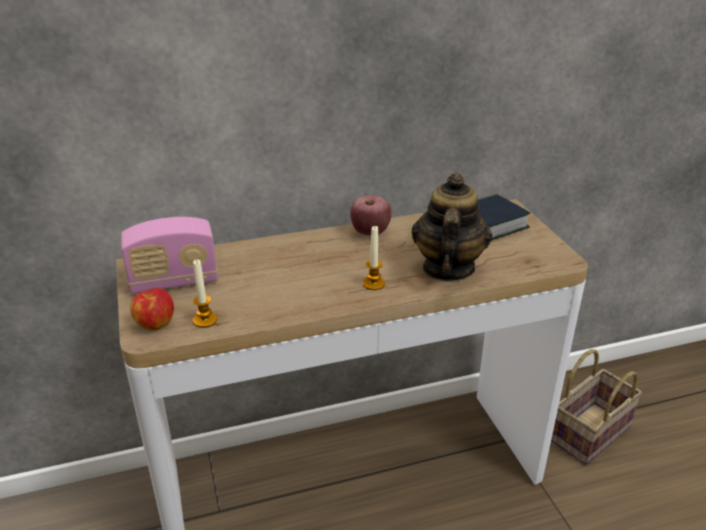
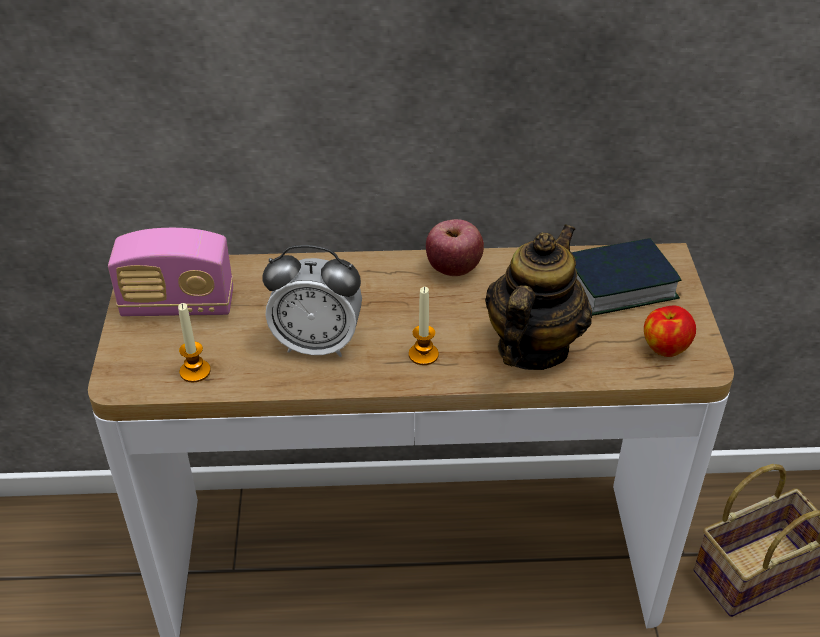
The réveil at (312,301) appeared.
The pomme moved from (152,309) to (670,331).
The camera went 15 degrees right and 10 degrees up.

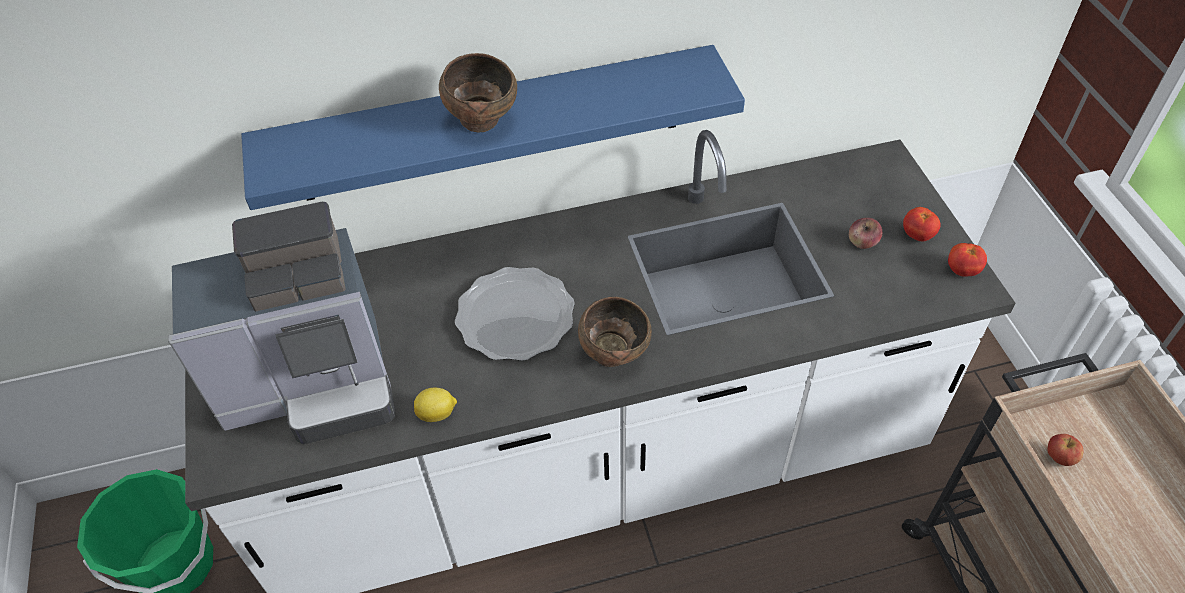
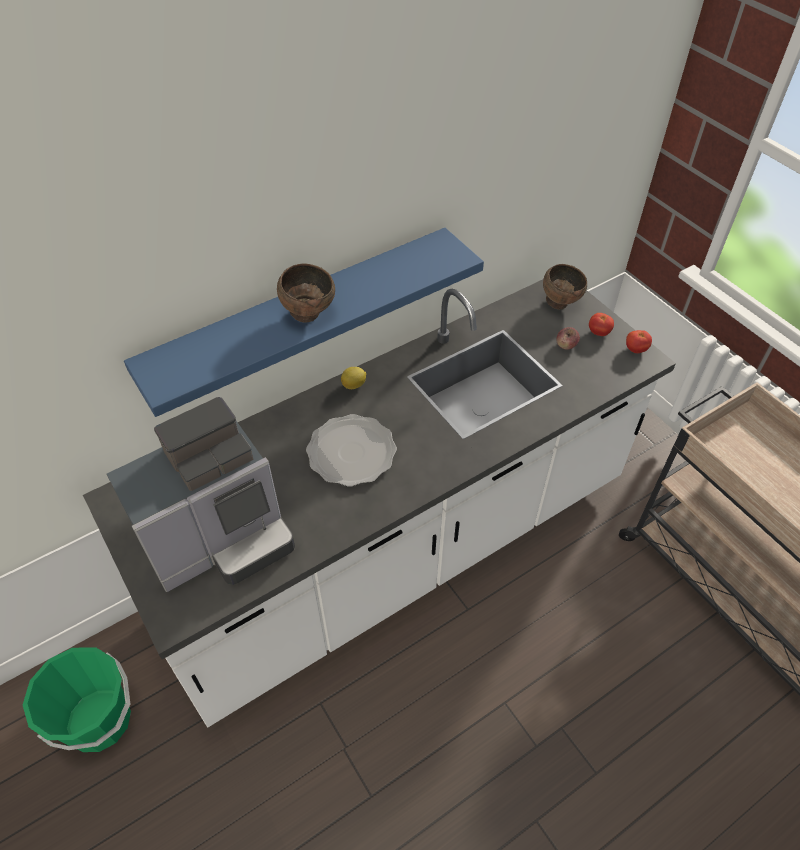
The citron moved from (435,405) to (353,378).
The bol (marron) moved from (615,332) to (565,287).
The pomme at (1065,450) disappeared.
The camera went 20 degrees left and 0 degrees up.

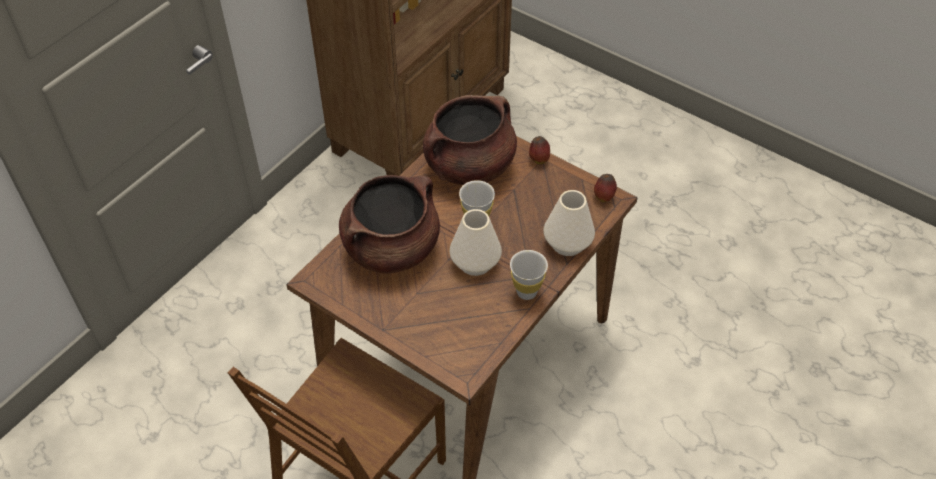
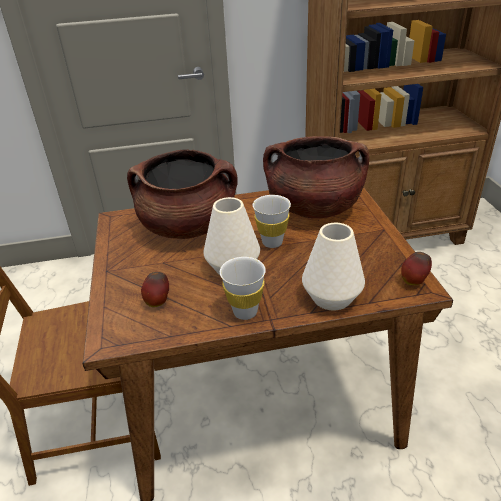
The pomme moved from (539,150) to (155,289).
The camera went 45 degrees right and 15 degrees down.

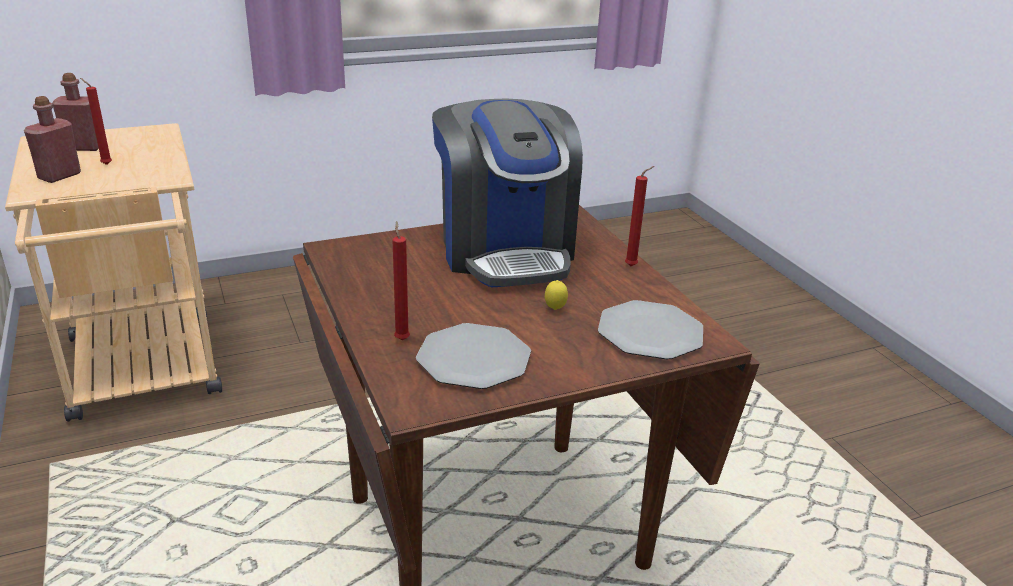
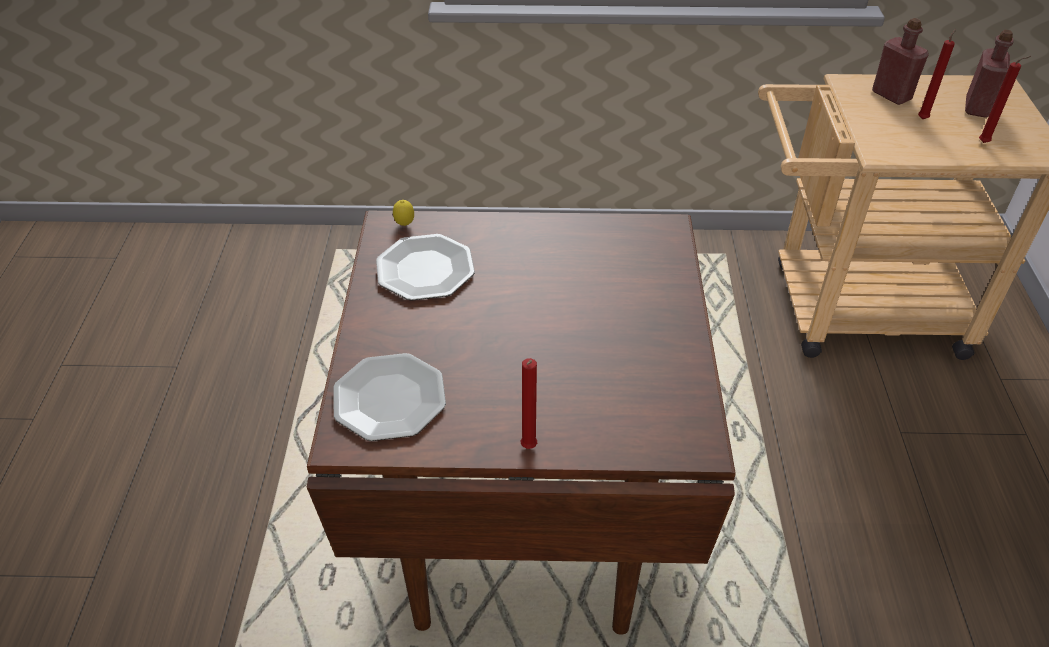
The citron moved from (556,295) to (403,213).
The bougie (rouge) moved from (401,280) to (1005,99).
The machine à café at (507,193) disappeared.
The camera went 115 degrees right and 15 degrees up.

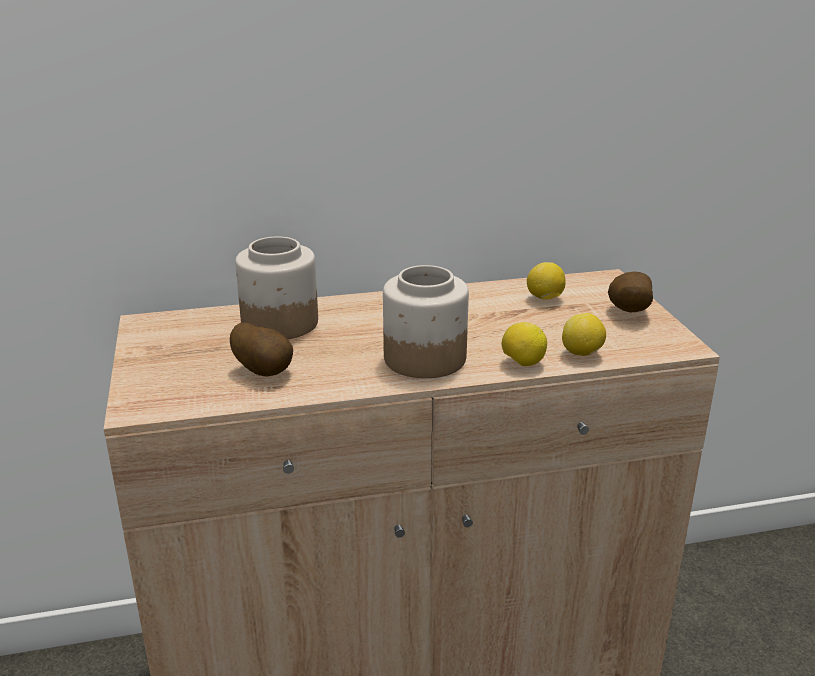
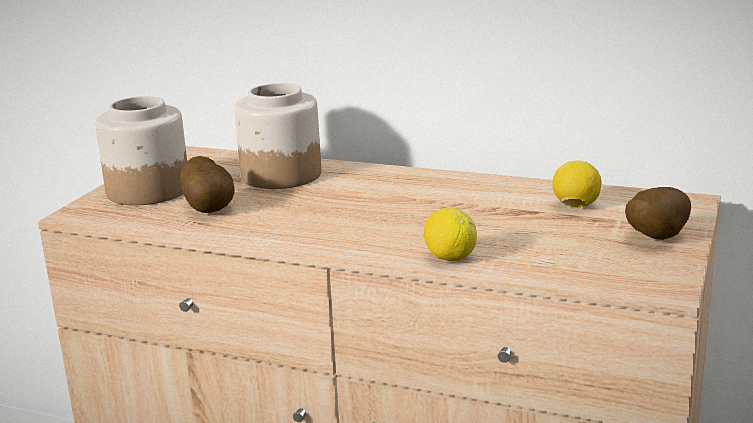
The bocal moved from (426,321) to (141,150).
The citron at (584,334) disappeared.
The camera went 35 degrees right and 5 degrees down.

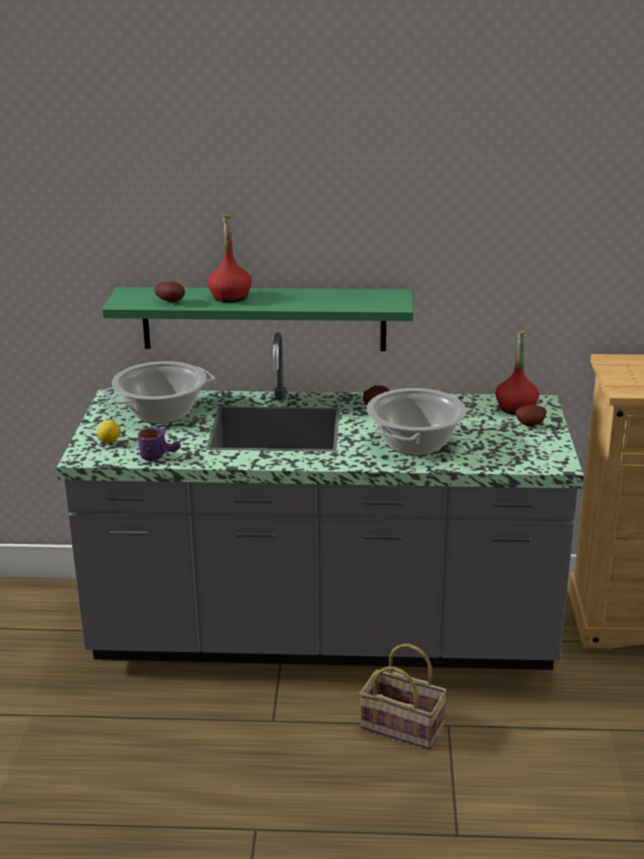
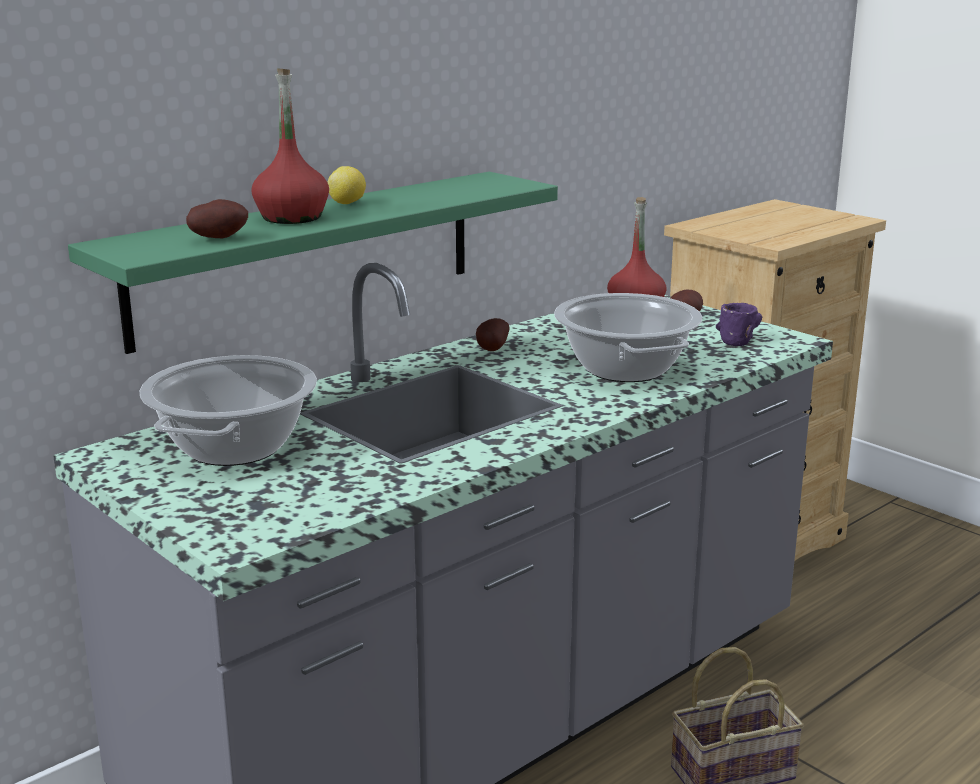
The citron moved from (109,431) to (346,185).
The mug (violet) moved from (159,444) to (739,324).
The camera went 45 degrees left and 5 degrees down.

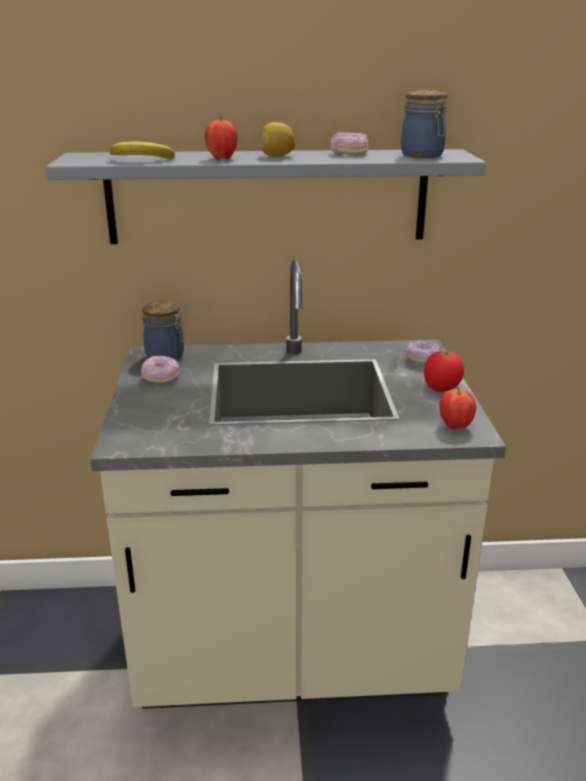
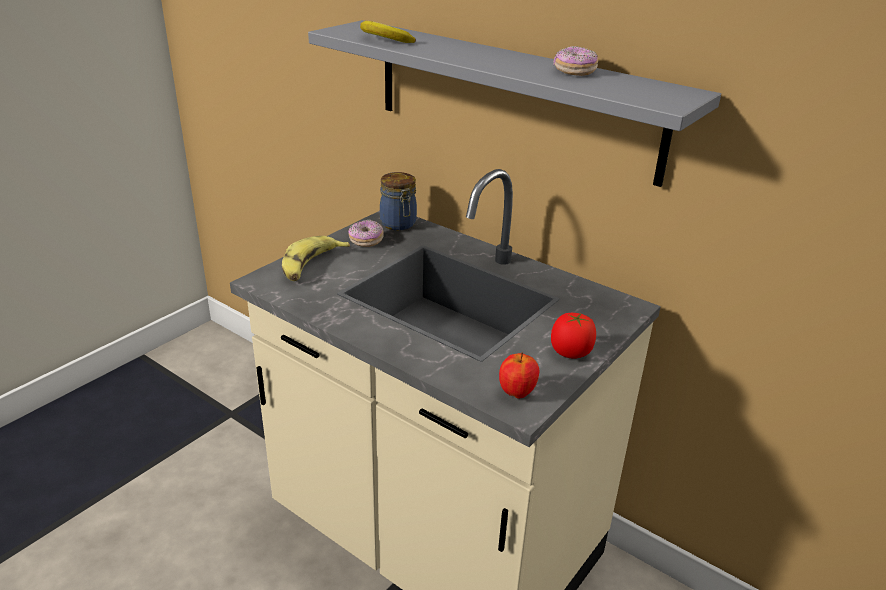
The banane at (316,258) appeared.
The pomme at (221,138) disappeared.
The citron at (277,139) disappeared.
The bocal at (424,124) disappeared.
The beignet at (423,352) disappeared.
The camera went 40 degrees right and 5 degrees up.

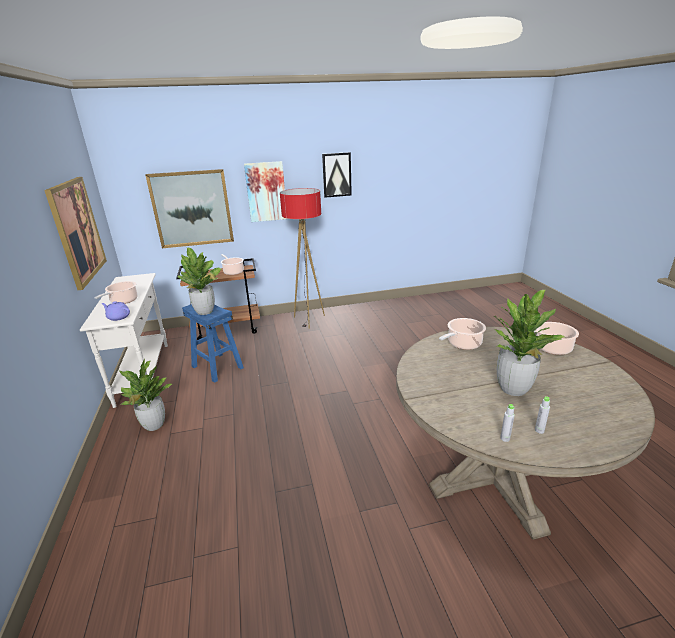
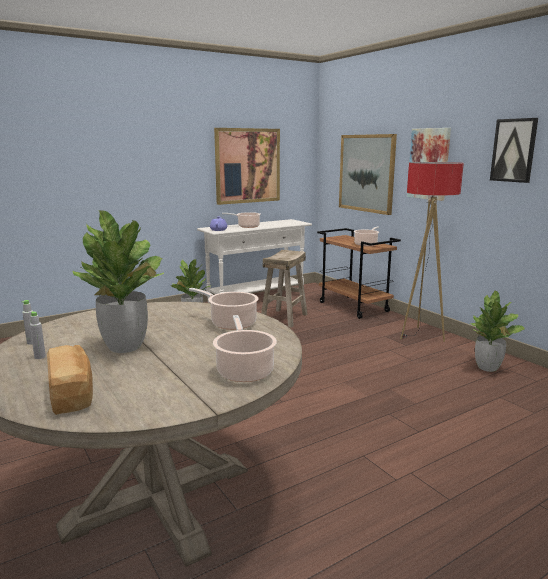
The pain at (70,380) appeared.
The tabouret (bleu) at (213,343) became the tabouret (beige) at (284,289).
The plante en pot moved from (199,281) to (497,331).
The camera went 70 degrees right and 10 degrees down.

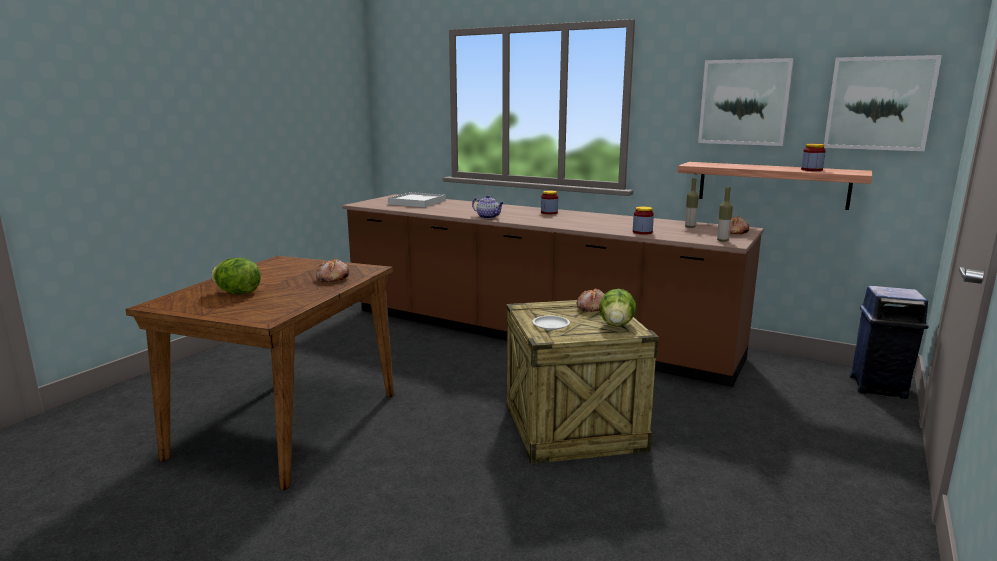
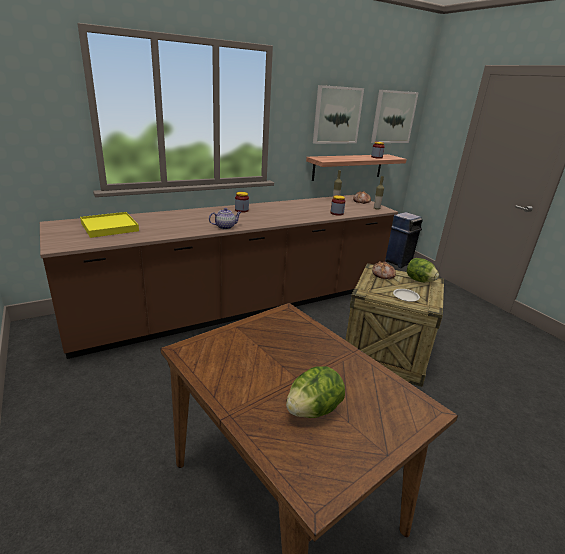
The plateau (blanc) at (417,199) became the plateau (jaune) at (109,225).
The pain at (332,270) disappeared.
The camera went 60 degrees left and 10 degrees up.

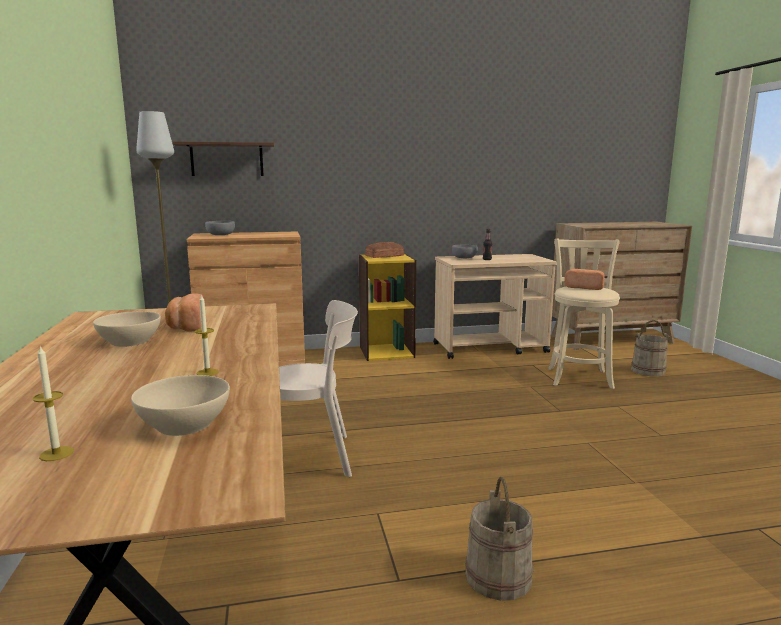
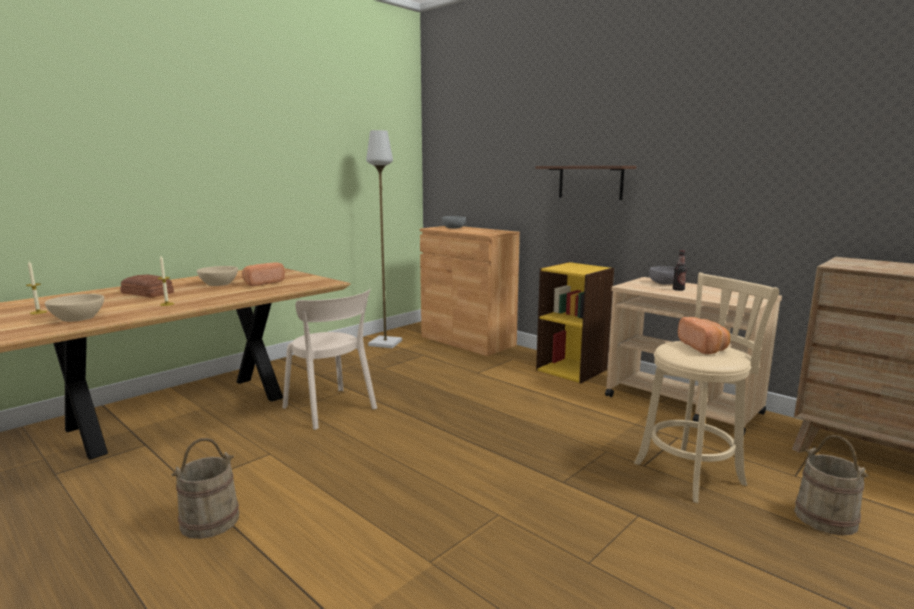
The pain moved from (384,250) to (147,286).
The étagère moved from (223,158) to (585,183).
The camera went 55 degrees right and 0 degrees up.

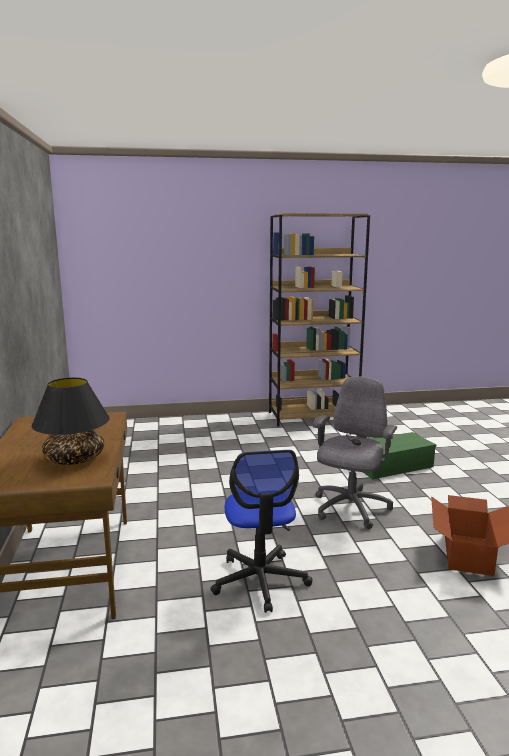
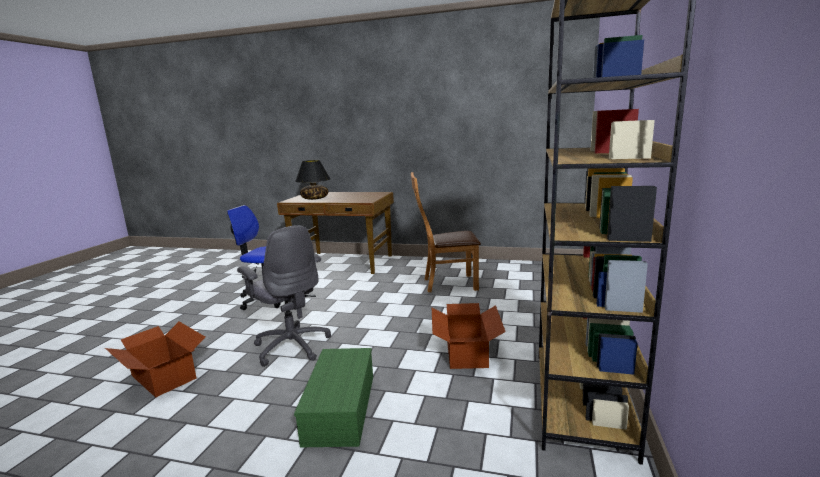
The chaise (marron) at (446,232) appeared.
The carton at (469,336) appeared.
The camera went 115 degrees right and 0 degrees up.

